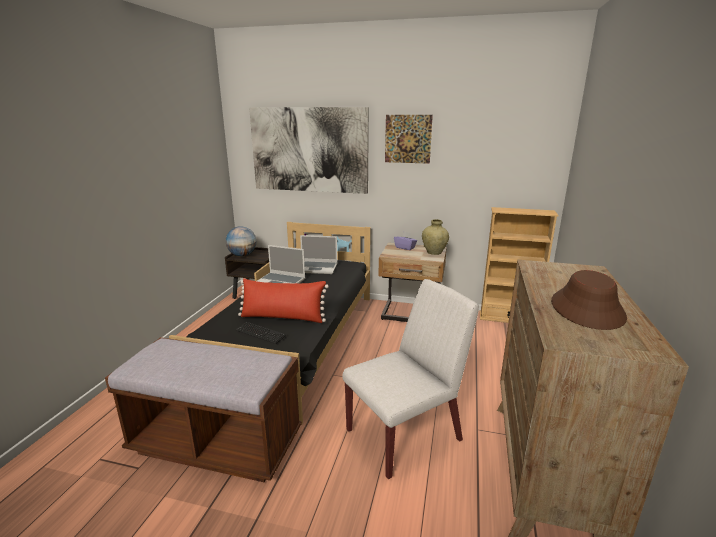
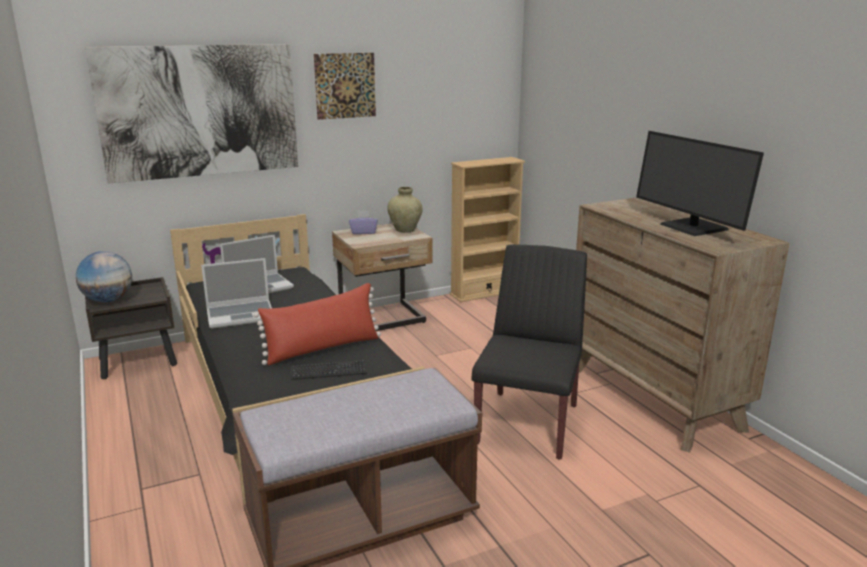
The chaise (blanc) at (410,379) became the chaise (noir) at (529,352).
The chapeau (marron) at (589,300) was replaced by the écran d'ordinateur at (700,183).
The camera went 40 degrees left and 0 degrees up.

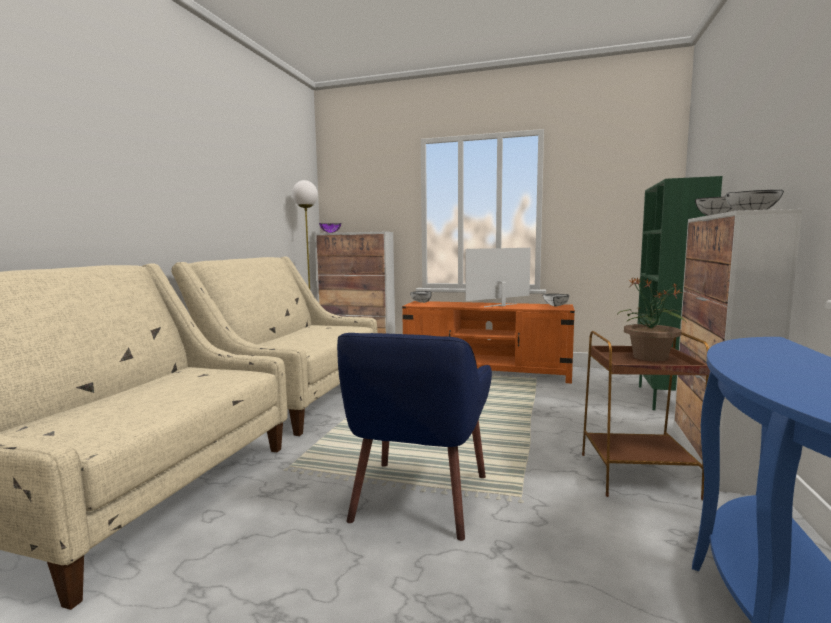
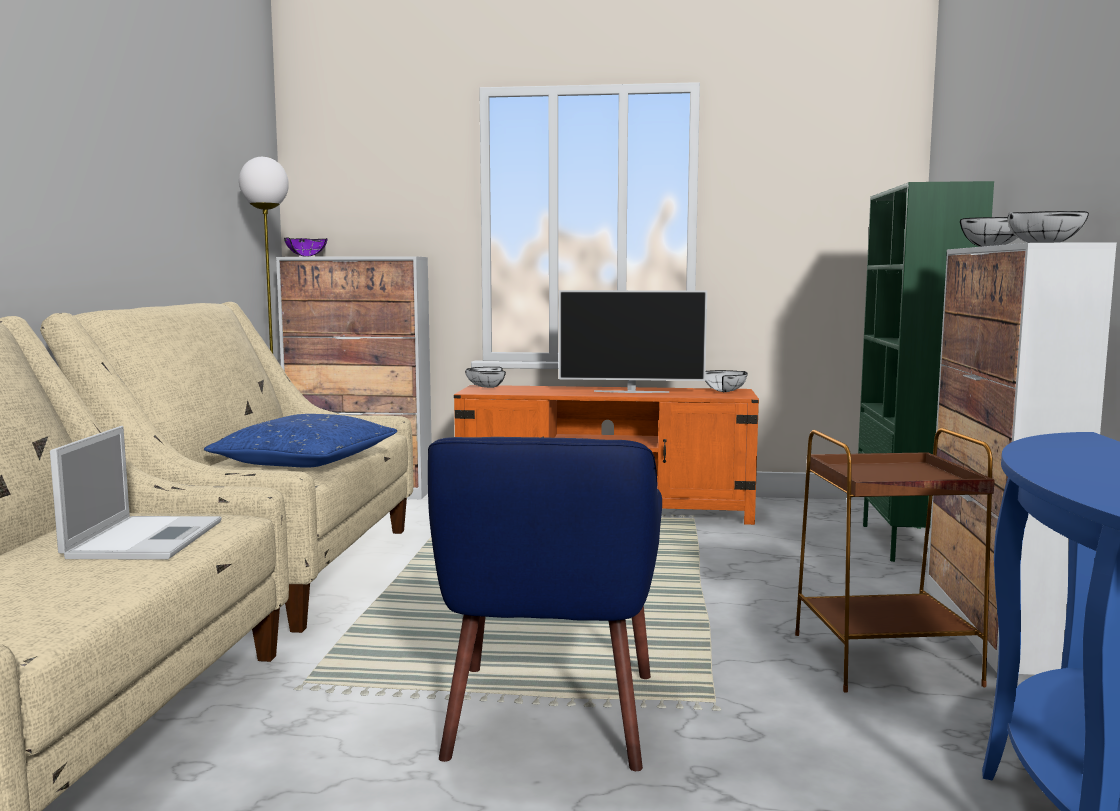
The ordinateur portable at (136,492) appeared.
The coussin (bleu) at (300,441) appeared.
The téléviseur at (498,277) turned 135 degrees counterclockwise.
The plante en pot at (652,319) disappeared.
The camera went 10 degrees left and 0 degrees up.

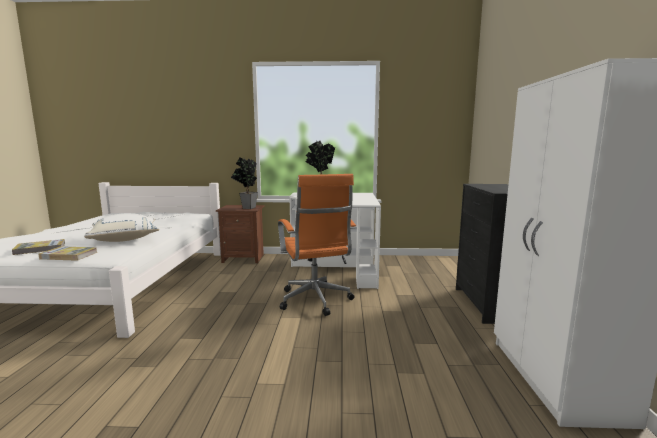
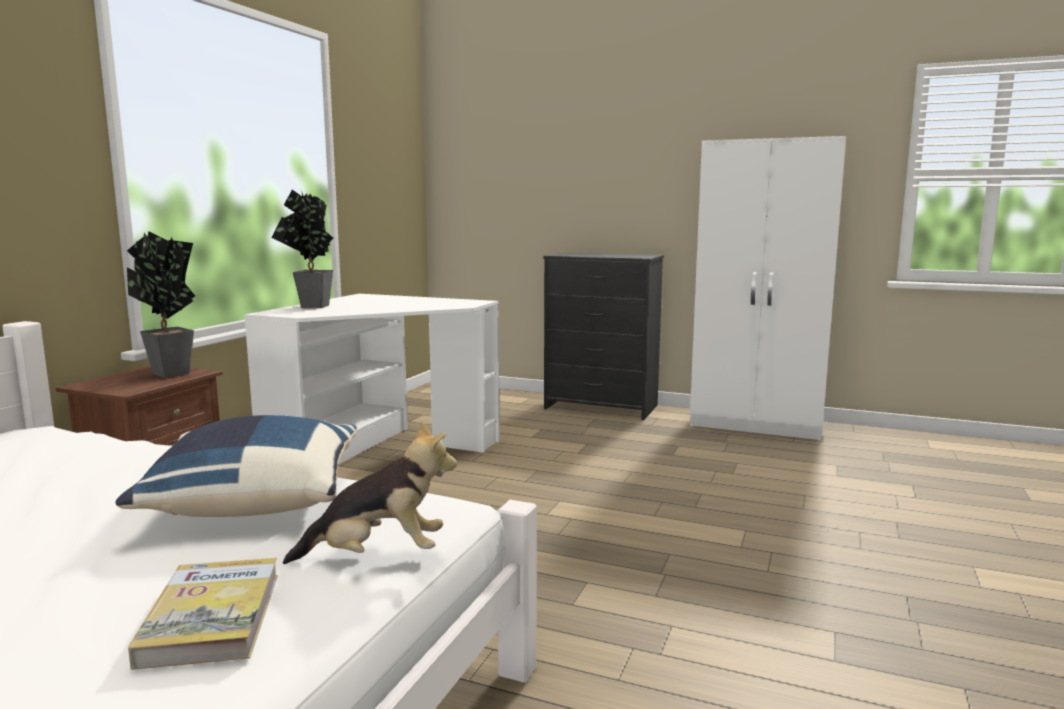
The coussin (blanc) at (122,227) became the coussin (bleu) at (236,466).
The livre at (67,253) was replaced by the peluche at (370,492).
The chaise de bureau (orange) at (317,245) disappeared.
The camera went 70 degrees left and 0 degrees up.

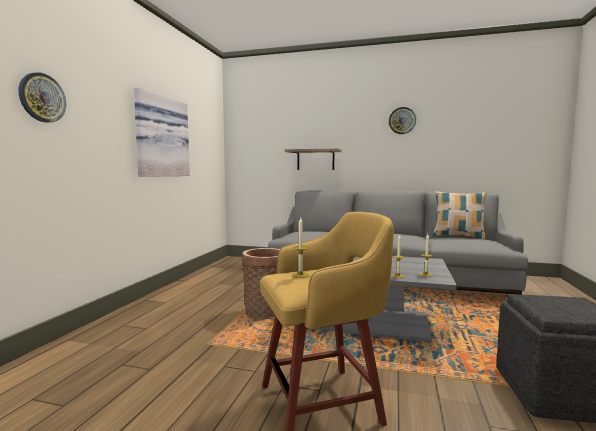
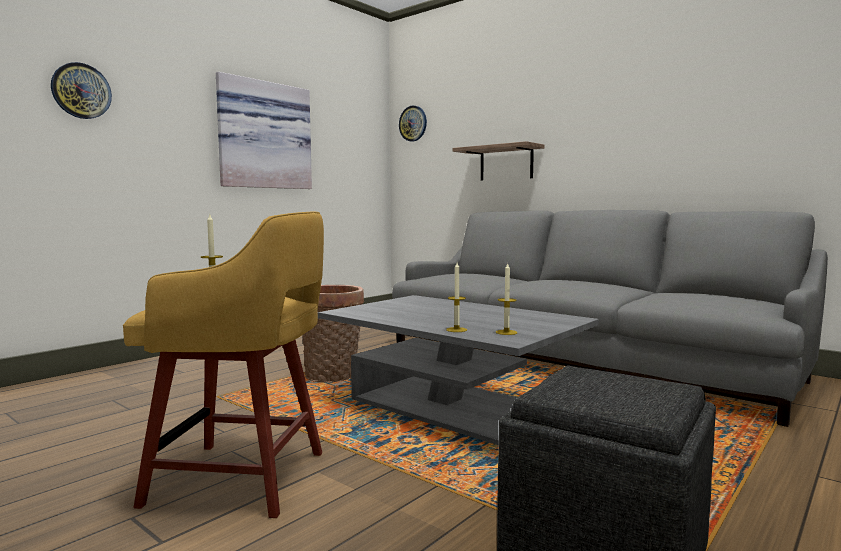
The horloge murale moved from (402,120) to (413,124).
The coussin at (460,215) disappeared.
The camera went 25 degrees right and 0 degrees up.

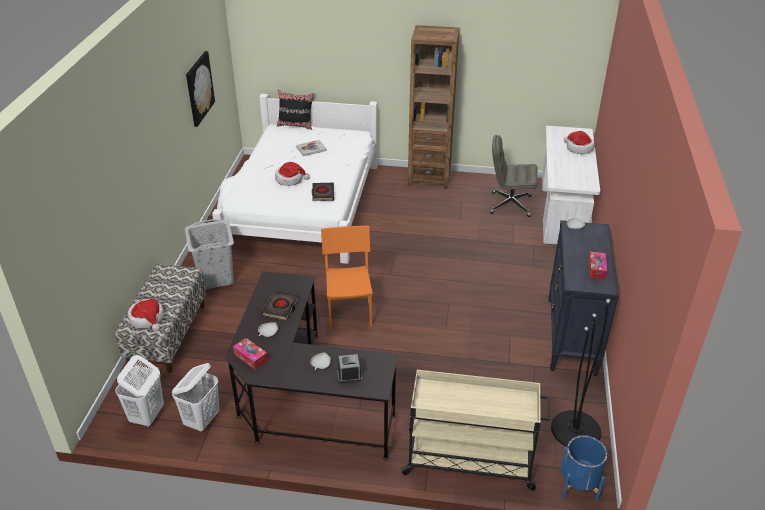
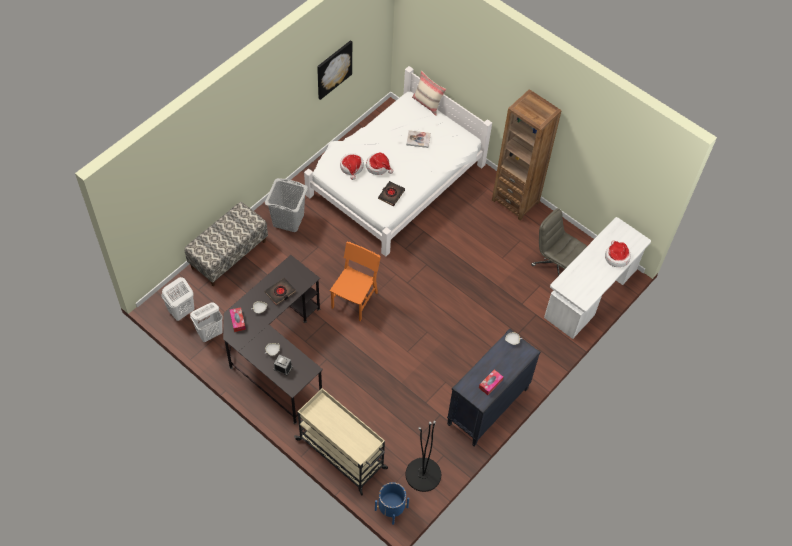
The chapeau moved from (146,315) to (352,166).
The coussin (noir) at (295,110) became the coussin (beige) at (429,93).
The camera went 30 degrees right and 20 degrees up.

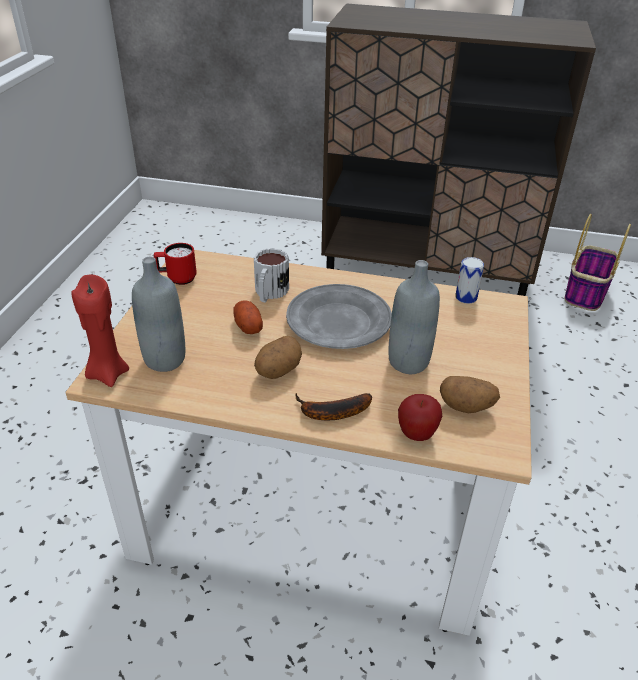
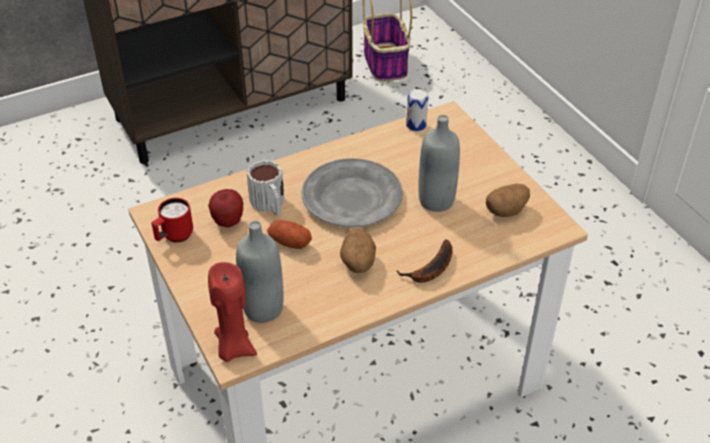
The pomme moved from (420,417) to (225,208).
The camera went 40 degrees left and 5 degrees up.

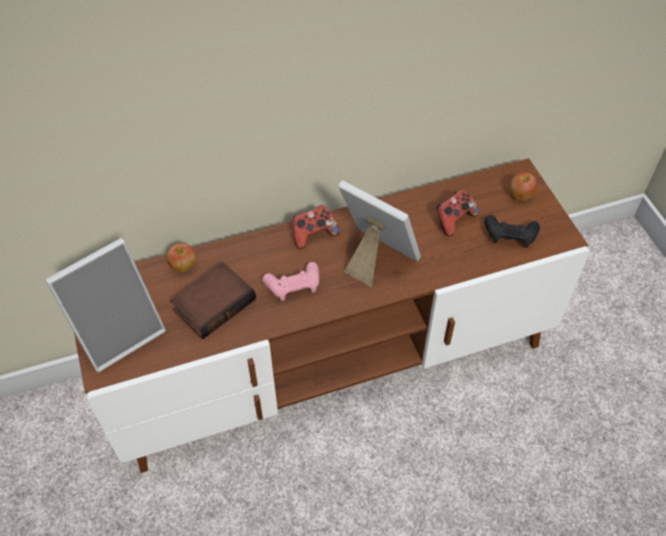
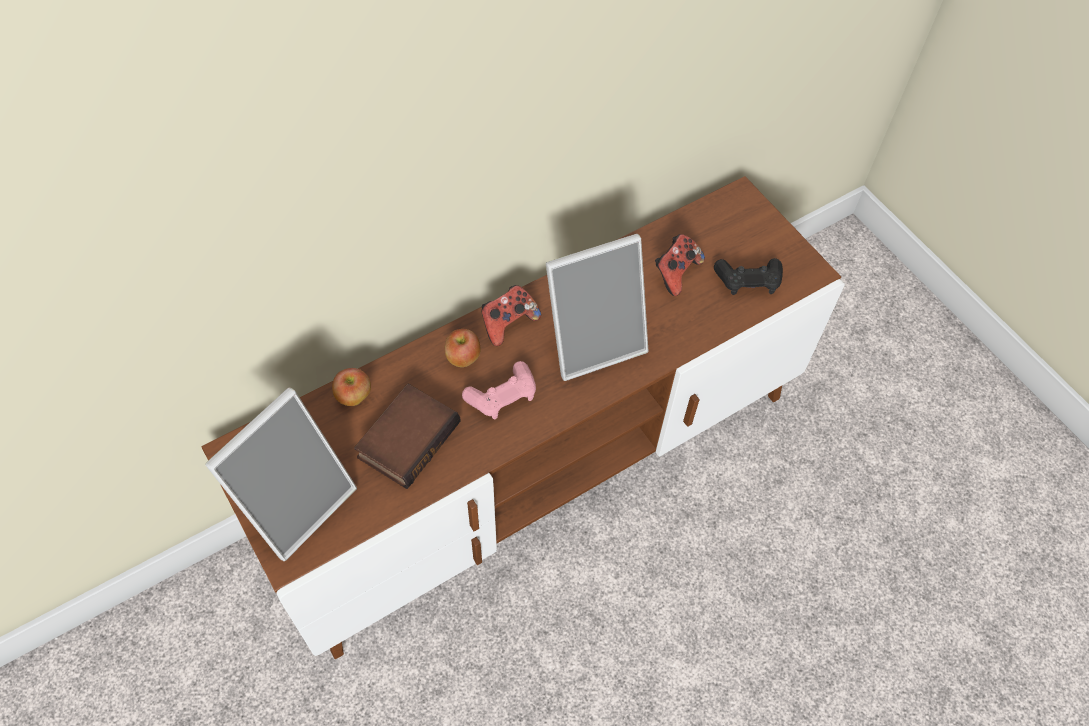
The pomme moved from (523,186) to (463,348).
The cadre photo at (379,233) turned 135 degrees clockwise.
The camera went 15 degrees left and 5 degrees up.

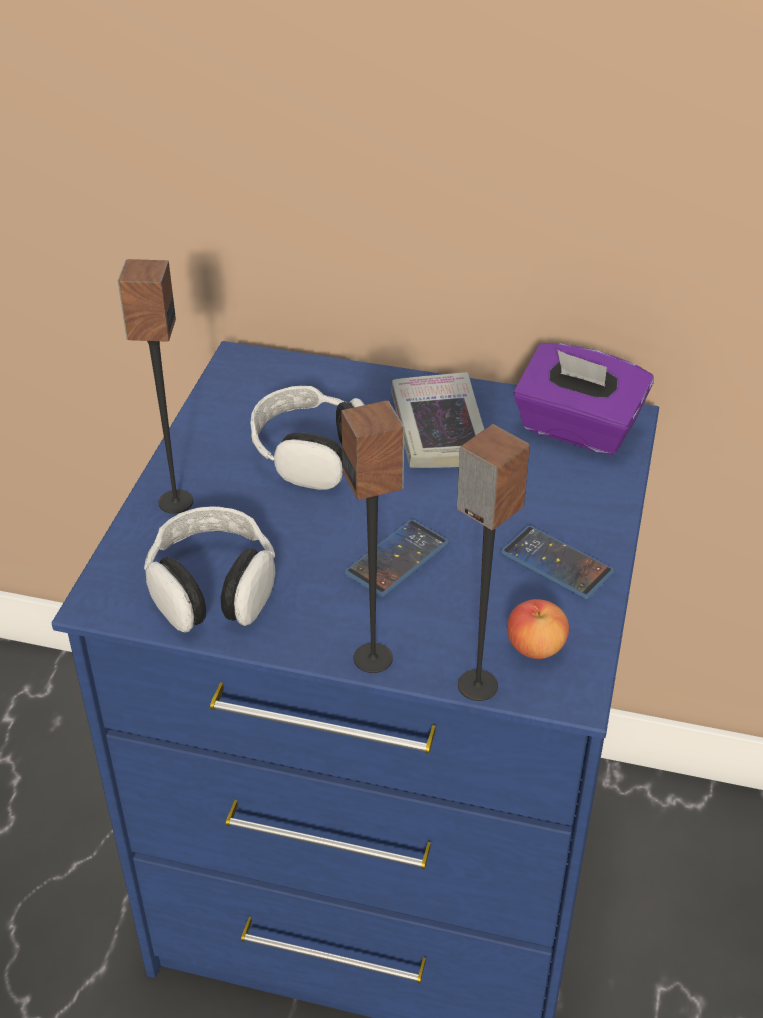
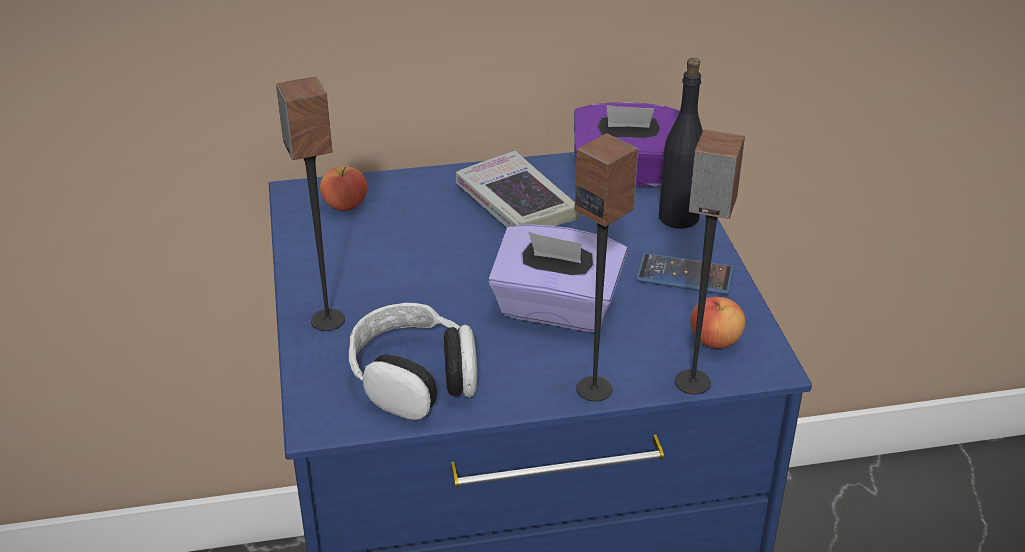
The pomme at (343,188) appeared.
The téléphone at (397,558) was replaced by the boîte à mouchoirs (violet) at (558,278).
The bouteille (noir) at (681,143) appeared.
The casque audio at (308,438) disappeared.
The camera went 25 degrees left and 5 degrees down.

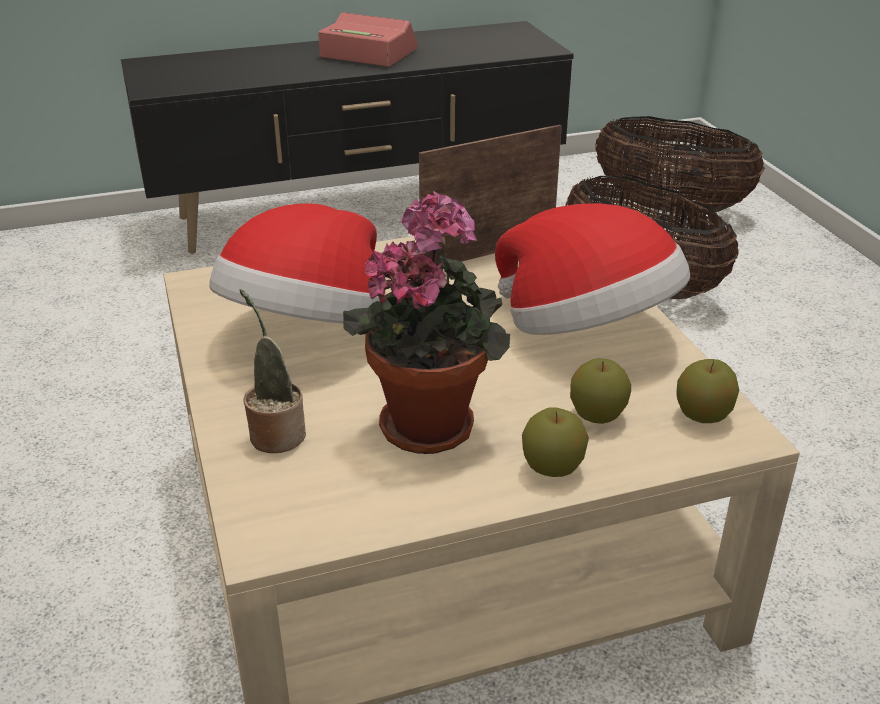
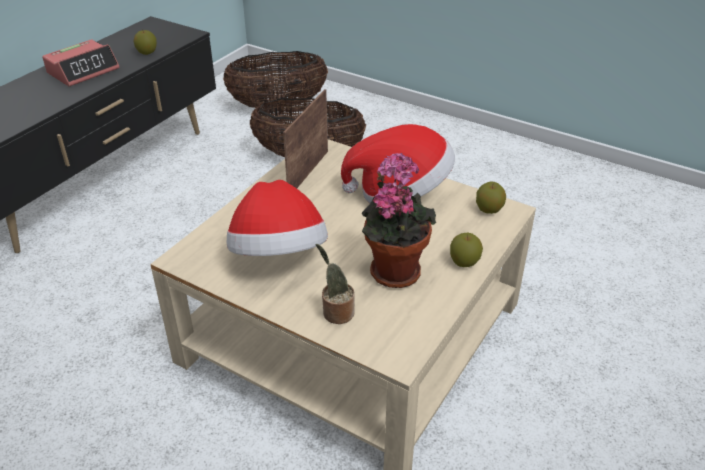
The réveil at (368,39) turned 150 degrees clockwise.
The pomme moved from (600,391) to (145,42).
The camera went 40 degrees left and 5 degrees up.

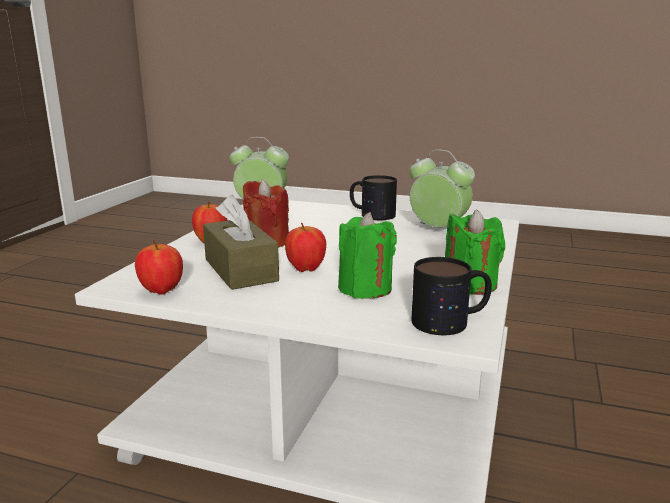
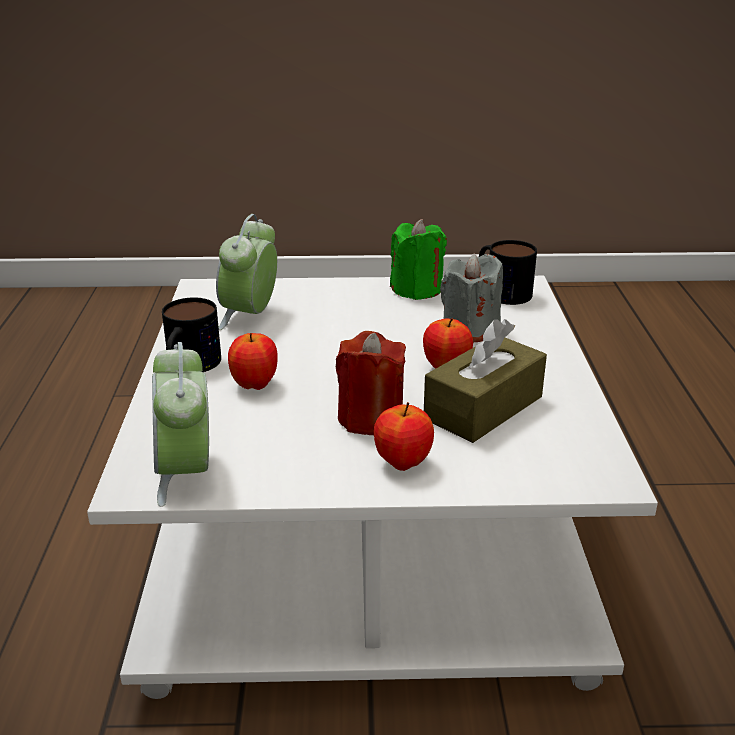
The pomme moved from (159,267) to (253,361).
The bougie (vert) at (367,255) became the bougie (gris) at (471,297).
The camera went 110 degrees left and 10 degrees up.

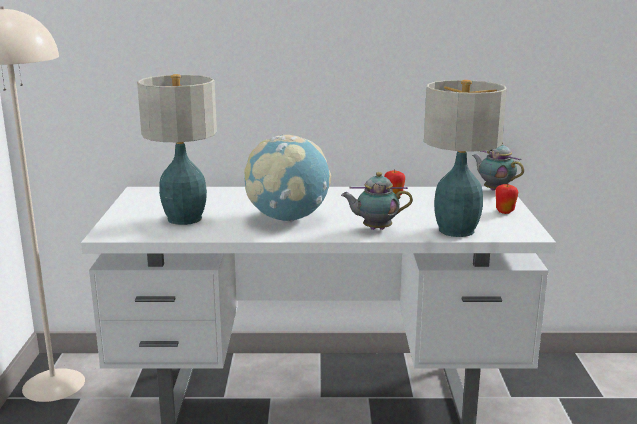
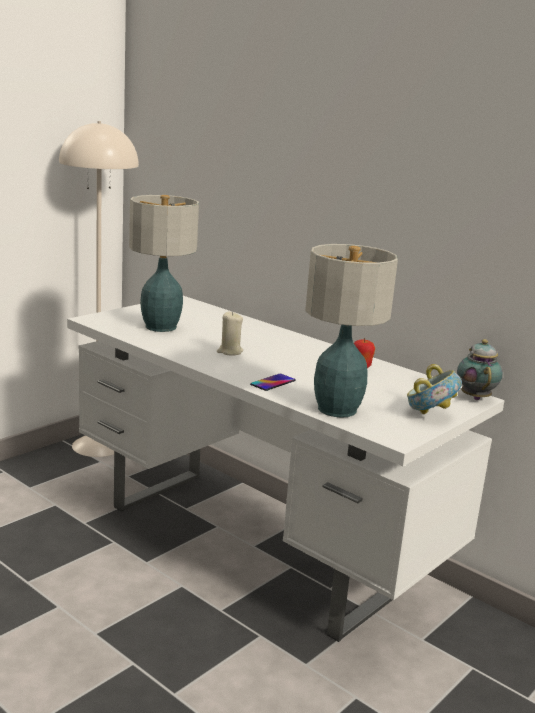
The globe at (287,178) was replaced by the bougie (beige) at (230,333).
The théière at (377,201) was replaced by the téléphone at (273,382).
The pomme at (506,198) was replaced by the bol at (434,389).
The camera went 40 degrees right and 0 degrees up.

